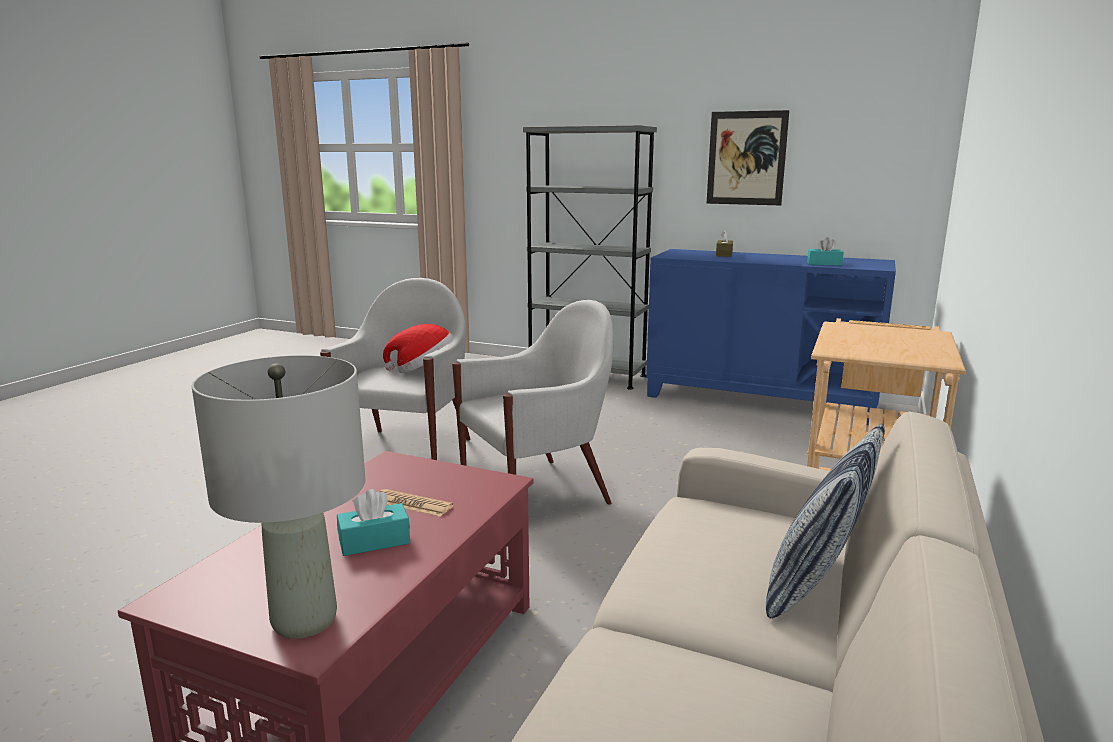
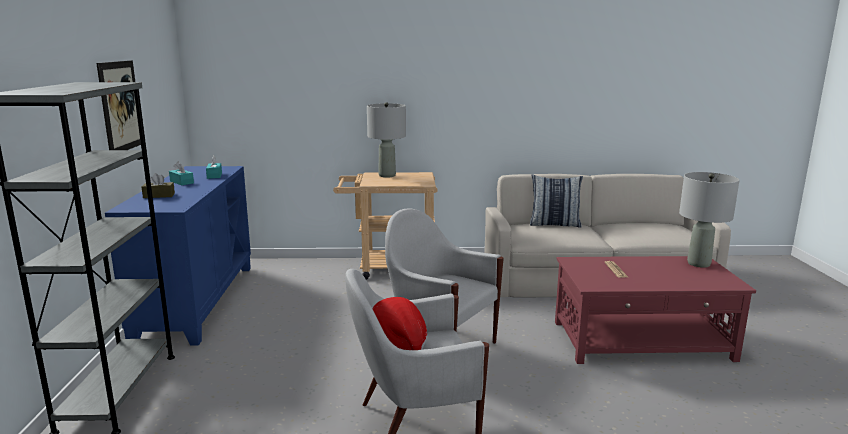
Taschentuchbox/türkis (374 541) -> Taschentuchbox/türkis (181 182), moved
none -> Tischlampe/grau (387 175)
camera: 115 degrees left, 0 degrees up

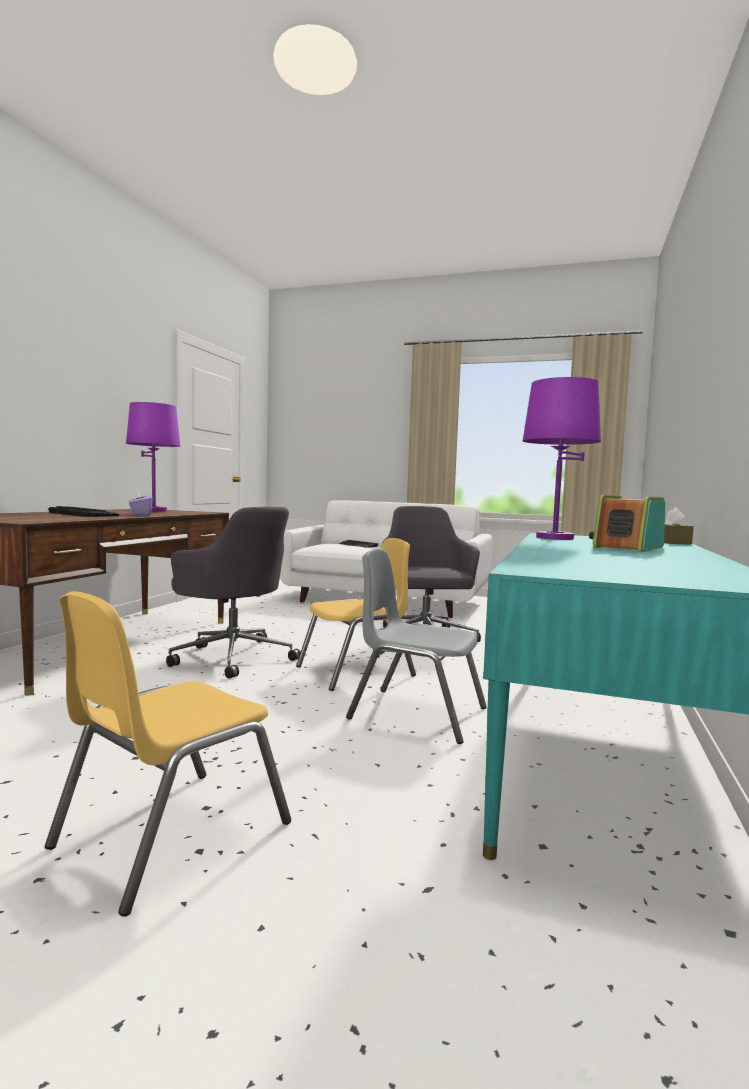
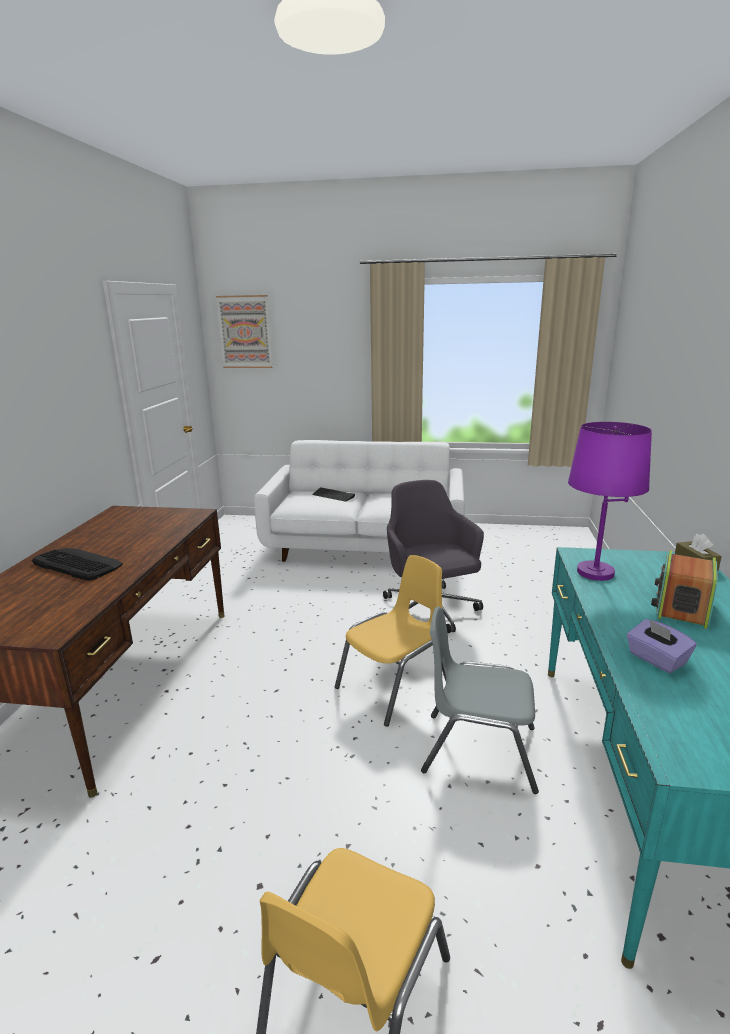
none -> Bild (245 332)
Taschentuchbox/lila (140 515) -> Taschentuchbox/lila (656 659), moved
Tischlampe/lila (153 511) -> none
Bürostuhl/grau (232 656) -> none
camera: 10 degrees left, 15 degrees up

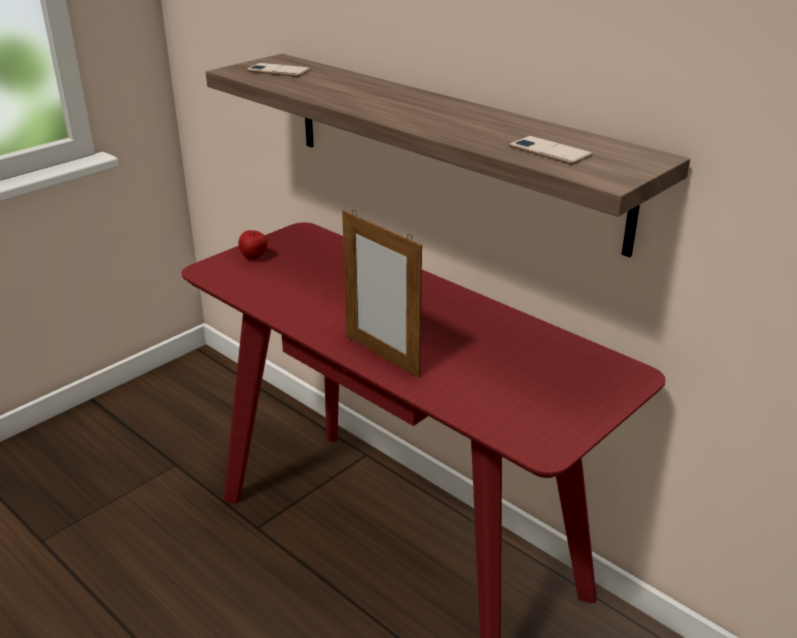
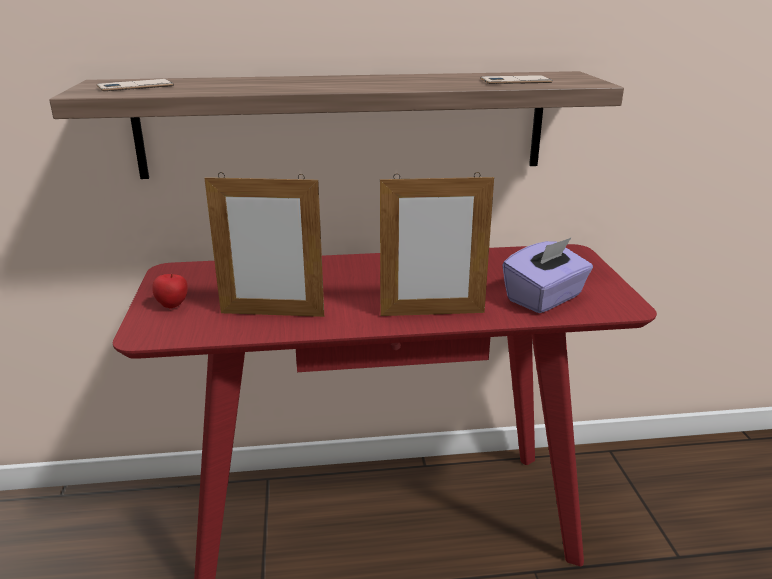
none -> Bilderrahmen (272 314)
none -> Taschentuchbox/lila (545 298)
camera: 50 degrees left, 5 degrees down

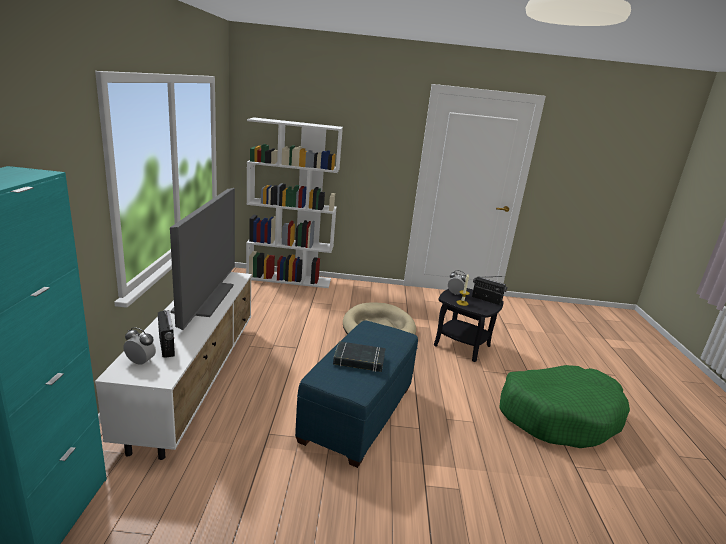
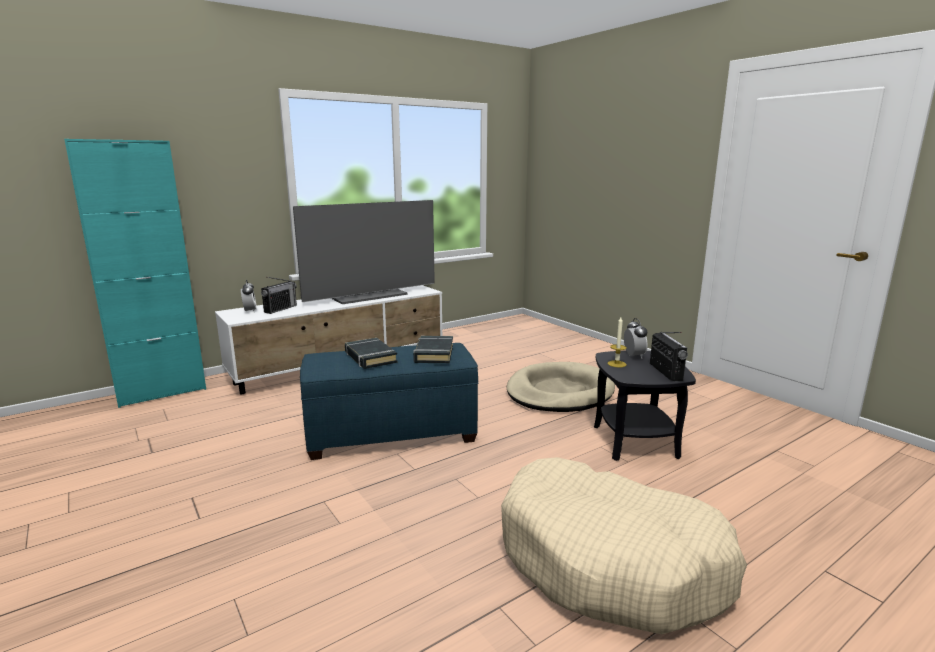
none -> Buch/schwarz (433 354)
Hundebett/grün (558 415) -> Hundebett/beige (610 561)
Bücherregal/weiß (289 279) -> none
camera: 55 degrees right, 5 degrees down

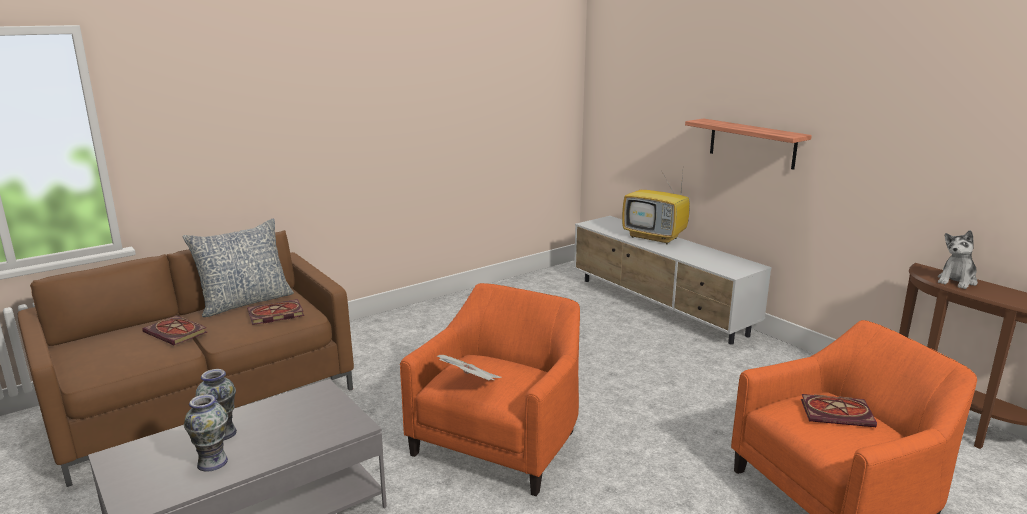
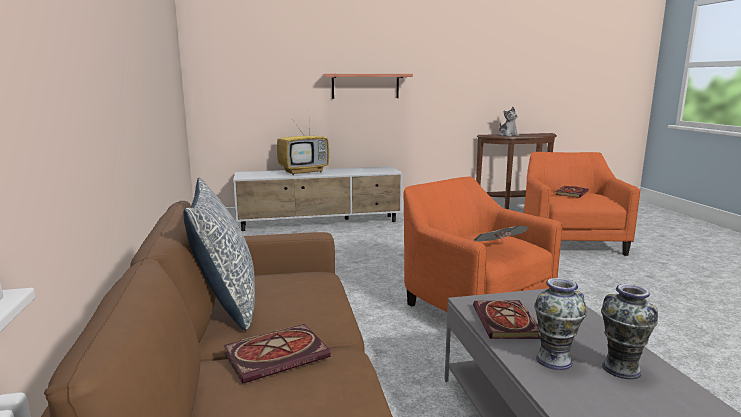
Buch (274 315) -> Buch (507 323), moved
camera: 65 degrees left, 5 degrees down

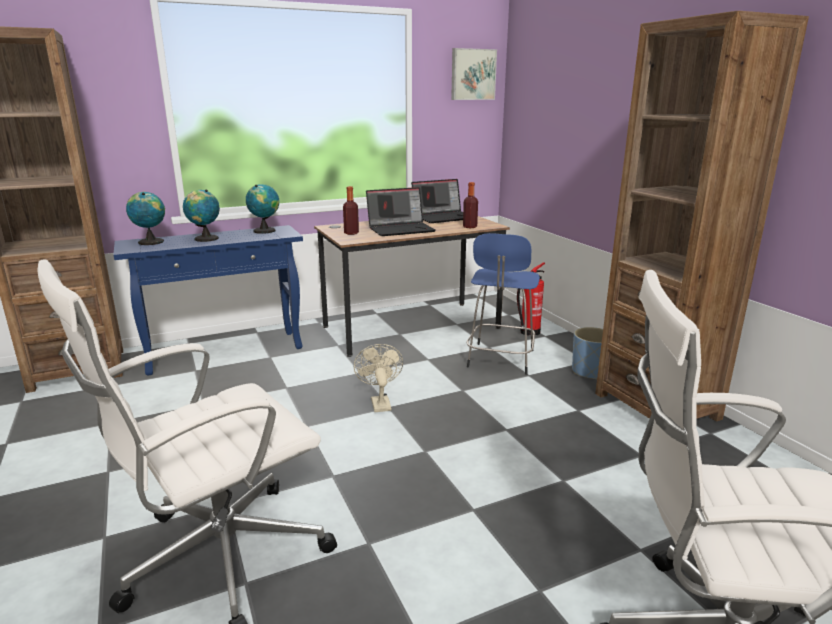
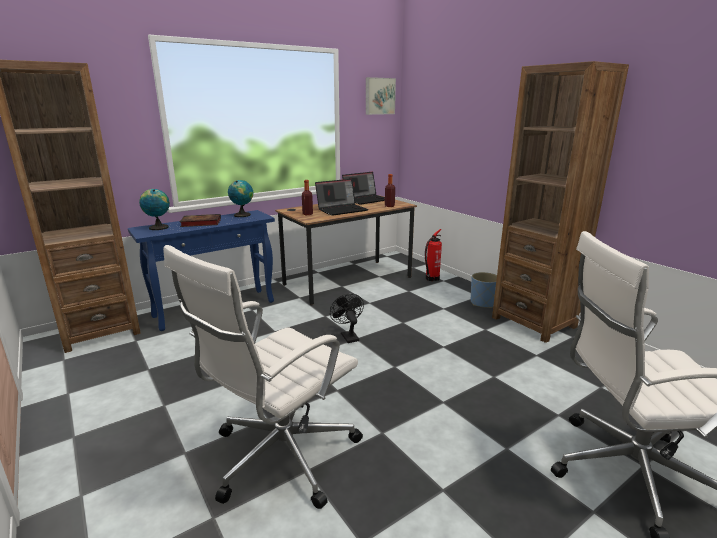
Globus (204 239) -> Buch (200 223)
Ventilator/beige (379 402) -> Ventilator/schwarz (348 336)
Hocker/blau (500 359) -> none
camera: 10 degrees left, 0 degrees up

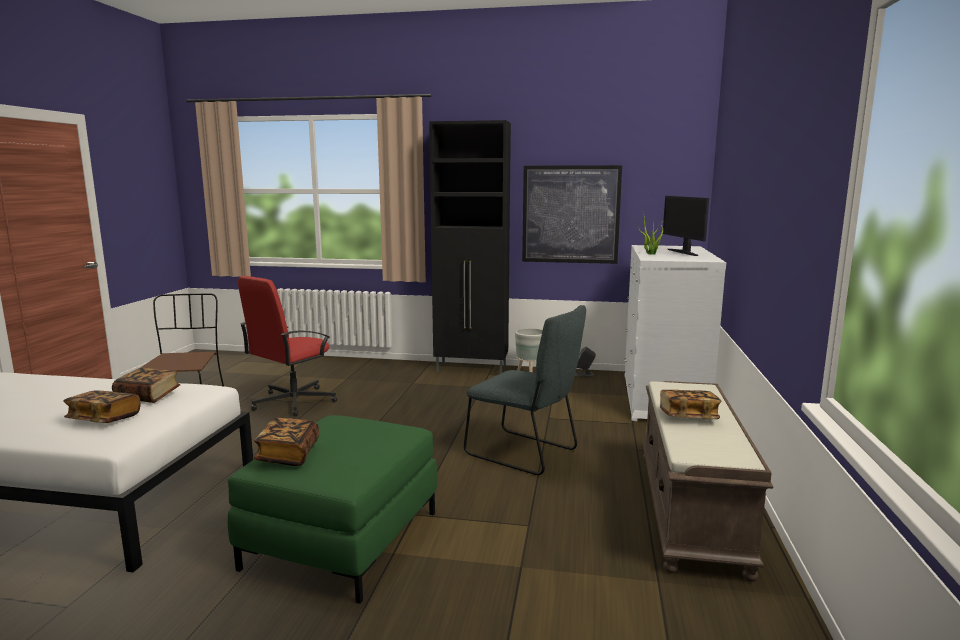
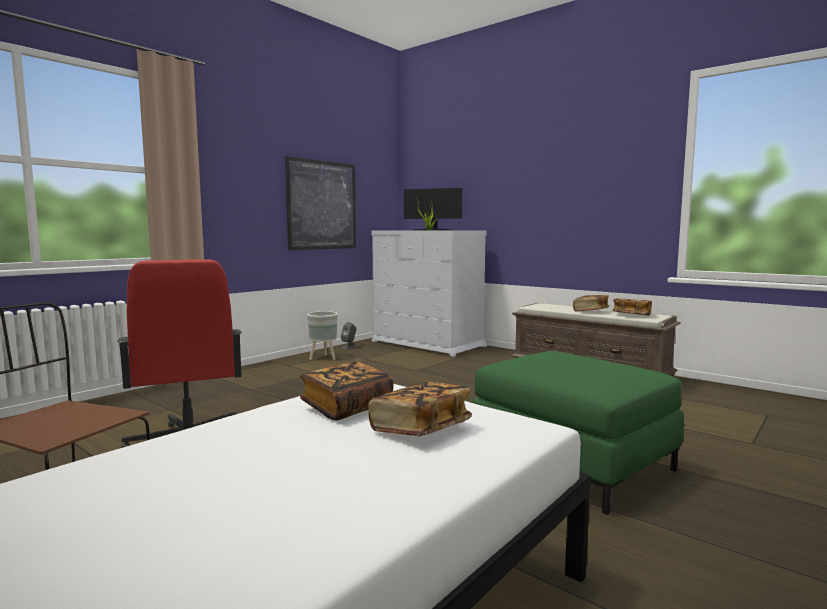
Buch (288 455) -> Buch (631 315), moved
Schrank/schwarz (472 369) -> none
Stuhl/grau (525 453) -> none
camera: 60 degrees left, 5 degrees down

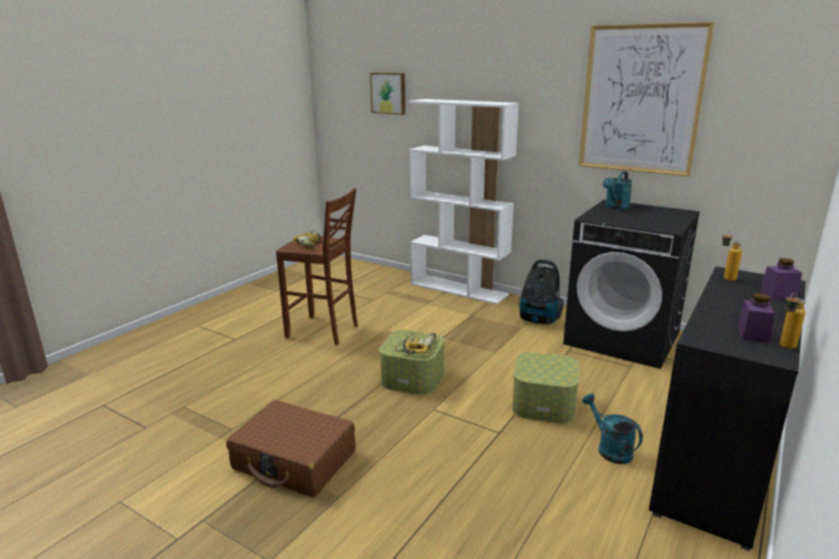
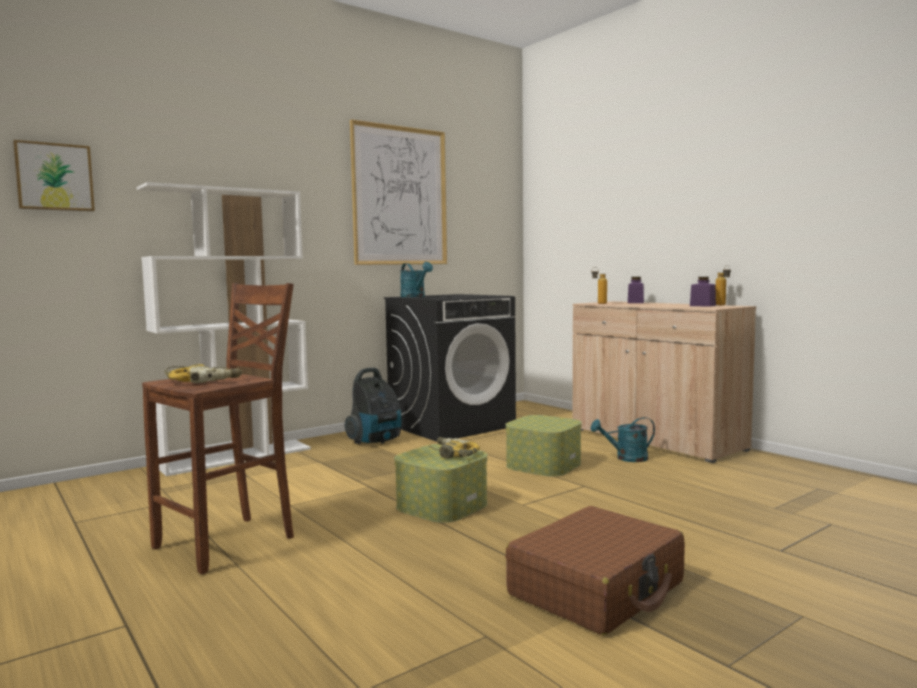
Schrank/schwarz (714 464) -> Schrank/beige (655 439)
camera: 70 degrees left, 15 degrees down

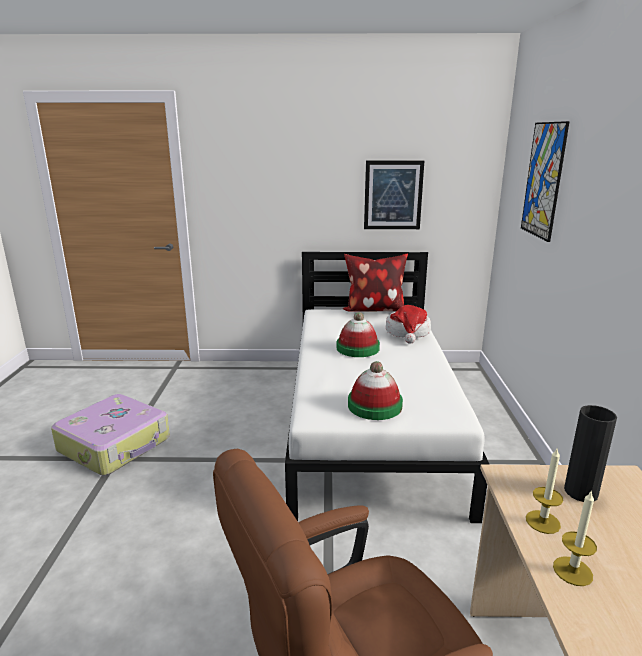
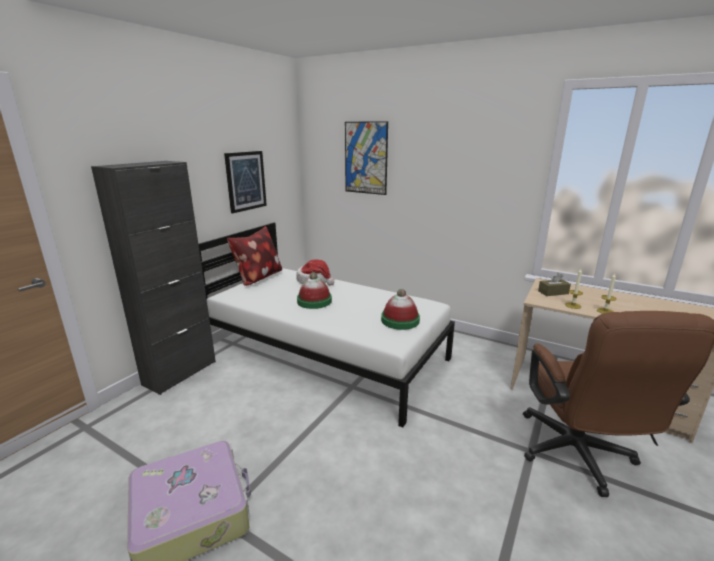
none -> Schrank/schwarz (180 373)
Vase/schwarz (581 492) -> Taschentuchbox/braun (553 292)
camera: 60 degrees left, 0 degrees up

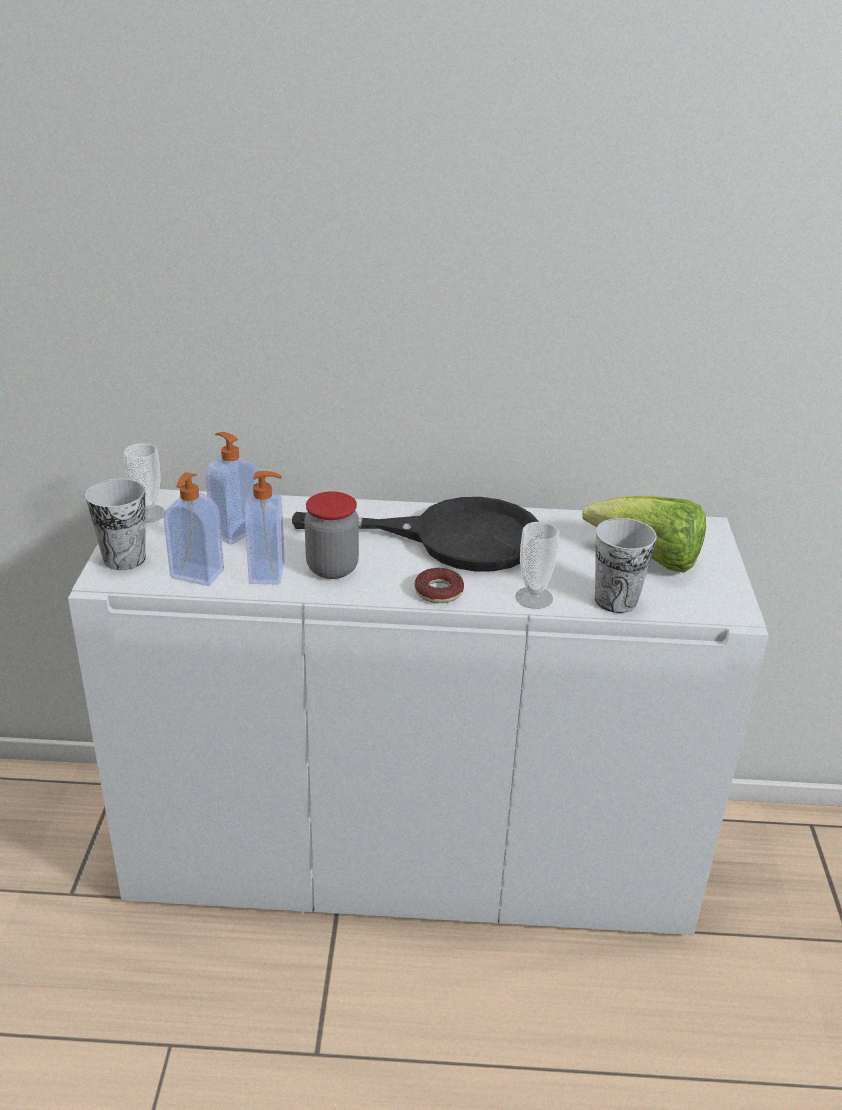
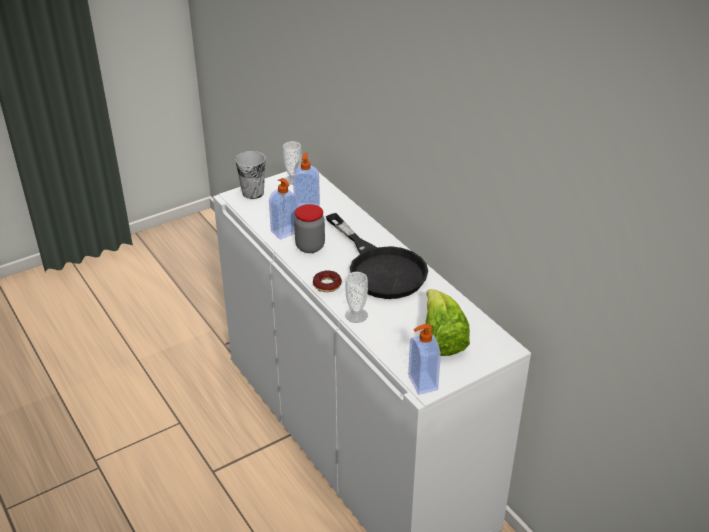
Seifenspender (196 575) -> Seifenspender (421 383), moved
Tasse (616 600) -> none
camera: 55 degrees right, 5 degrees up

